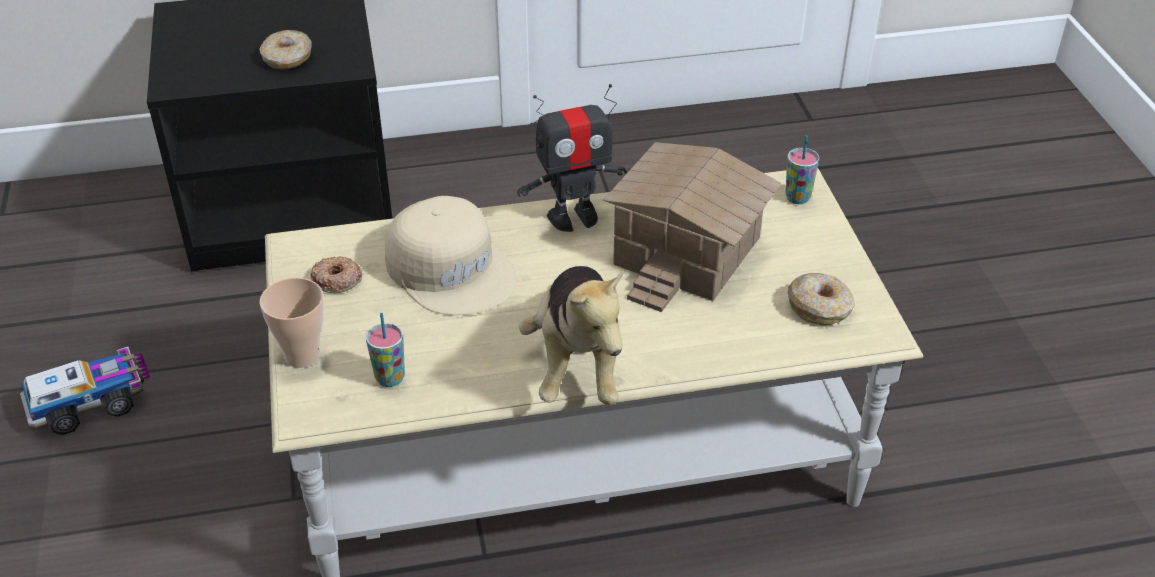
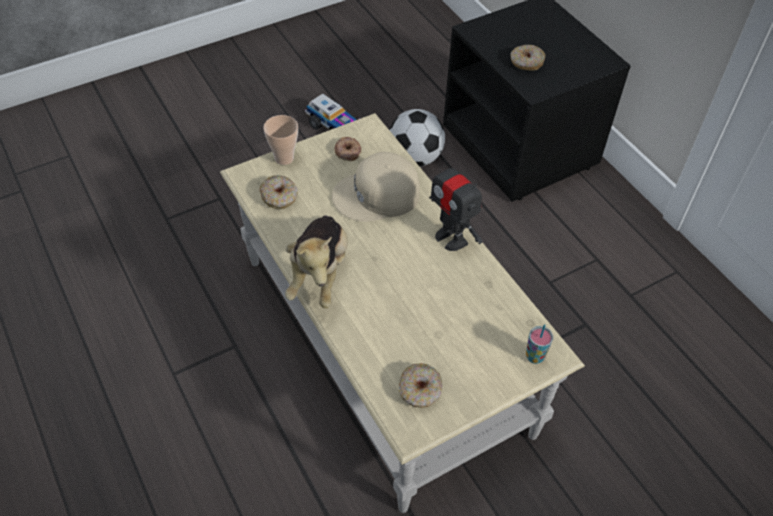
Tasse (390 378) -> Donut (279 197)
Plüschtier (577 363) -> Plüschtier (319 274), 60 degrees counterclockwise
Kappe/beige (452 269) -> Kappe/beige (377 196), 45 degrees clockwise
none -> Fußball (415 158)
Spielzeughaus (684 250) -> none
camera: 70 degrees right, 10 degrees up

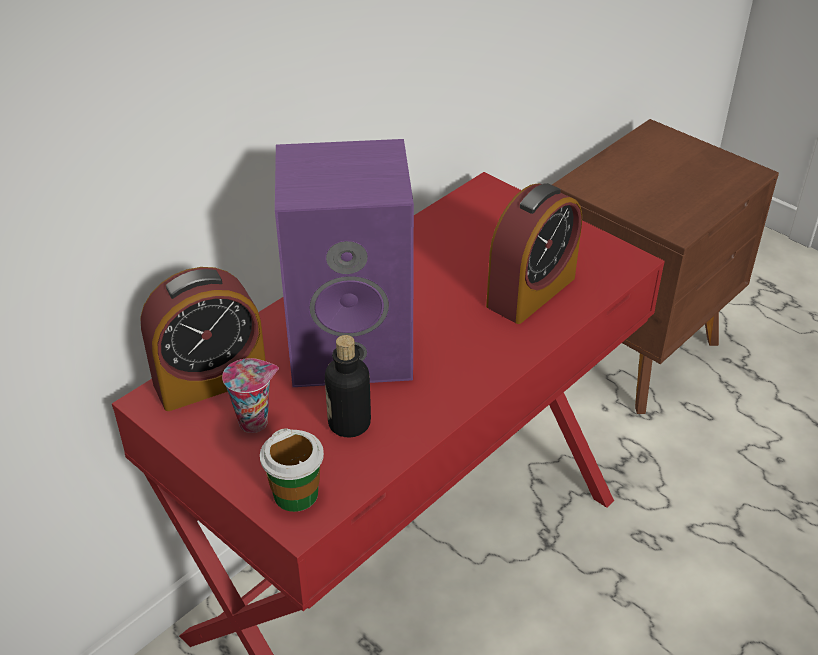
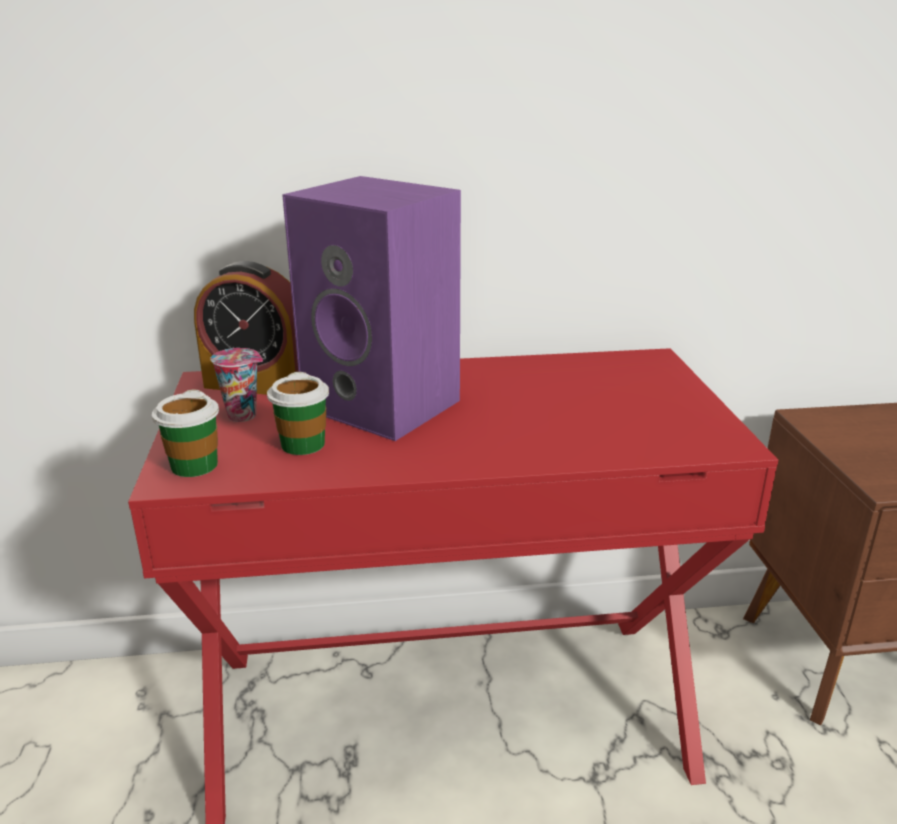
Flasche (349 423) -> Tasse (303 444)
Wecker (531 291) -> none
camera: 40 degrees right, 15 degrees down

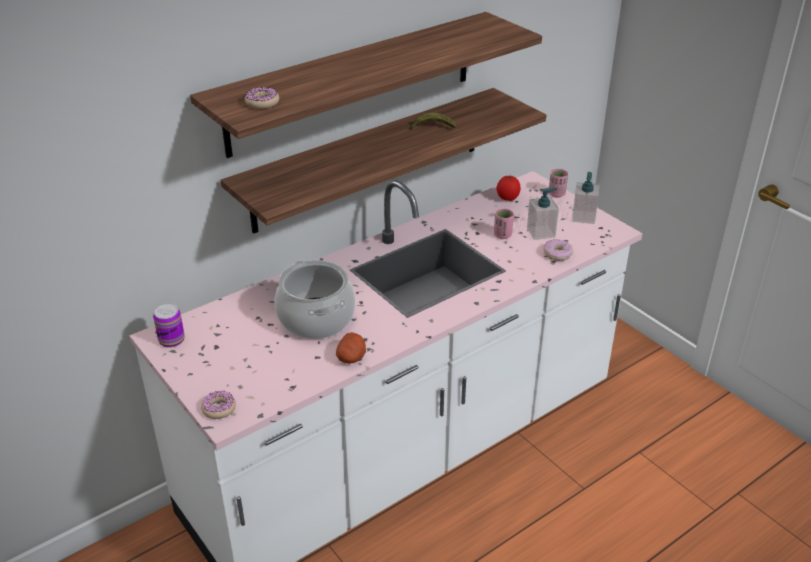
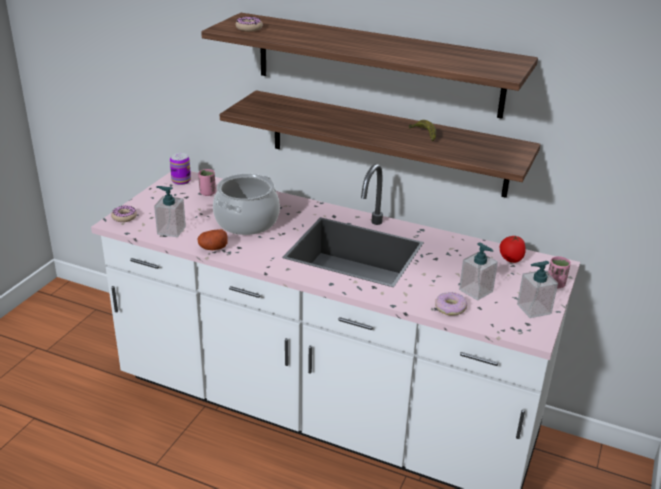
none -> Seifenspender (171 230)
Tasse/rosa (502 235) -> Tasse/rosa (207 193), moved
camera: 60 degrees right, 5 degrees down

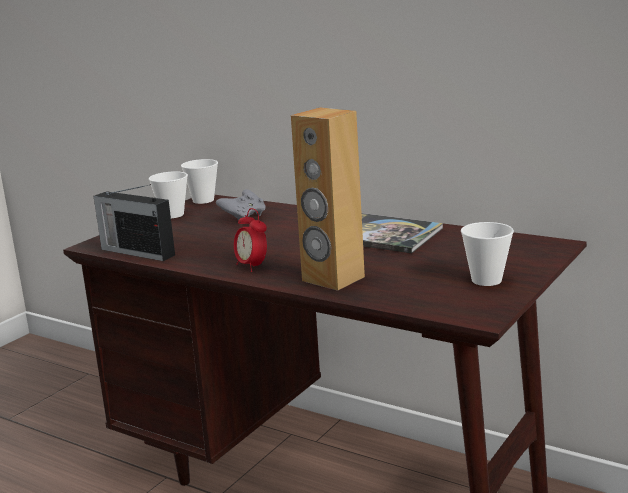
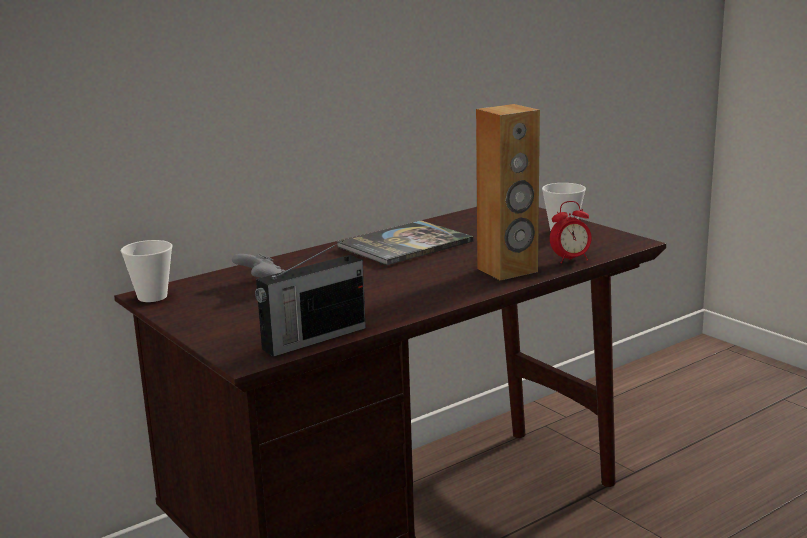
Wecker (252 266) -> Wecker (570 260), moved
Tasse (172 215) -> none
camera: 70 degrees left, 0 degrees up

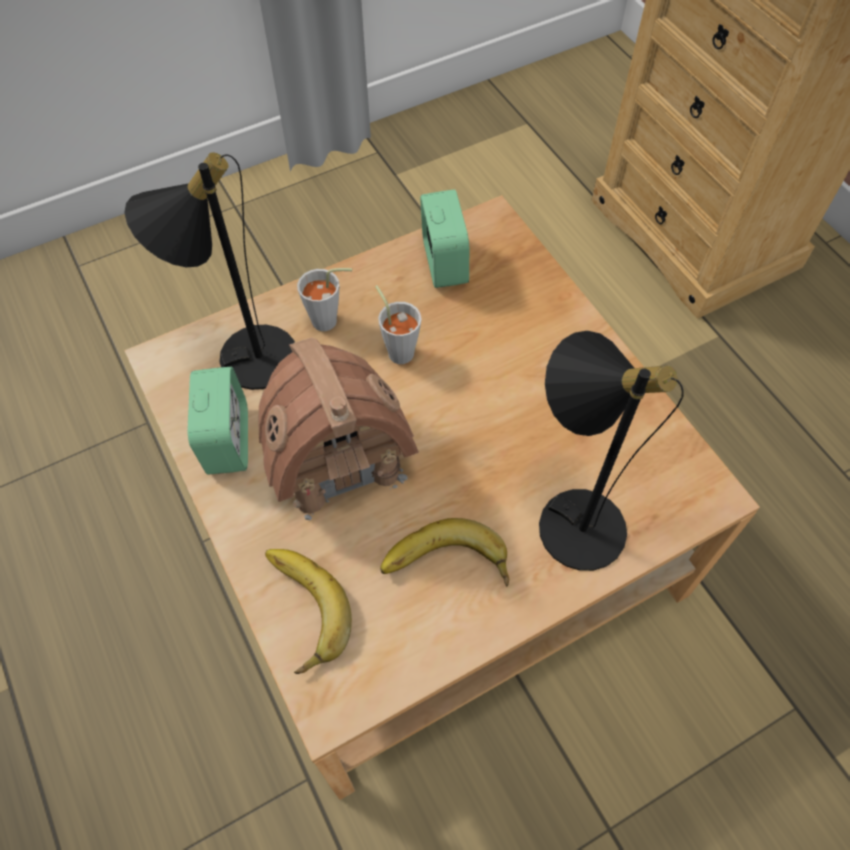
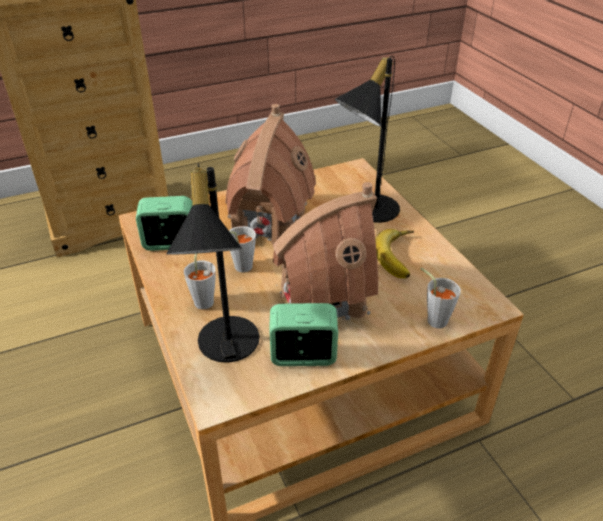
none -> Spielzeughaus (268 221)
Banane (298 610) -> Tasse/grau (433 318)
camera: 85 degrees left, 20 degrees down

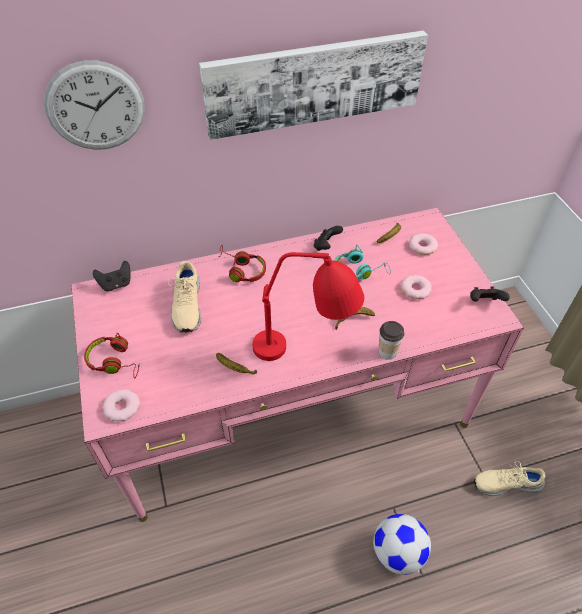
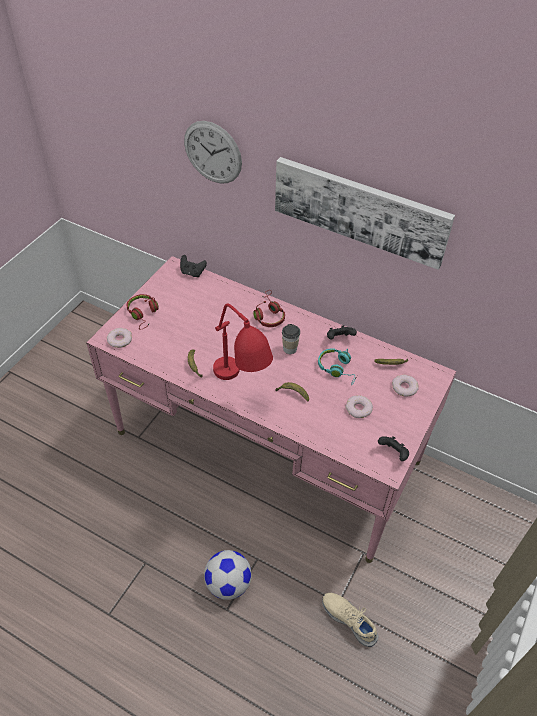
Tasse (387 352) -> Tasse (290 349), moved
Schuh/beige (186 305) -> none
camera: 45 degrees right, 0 degrees up

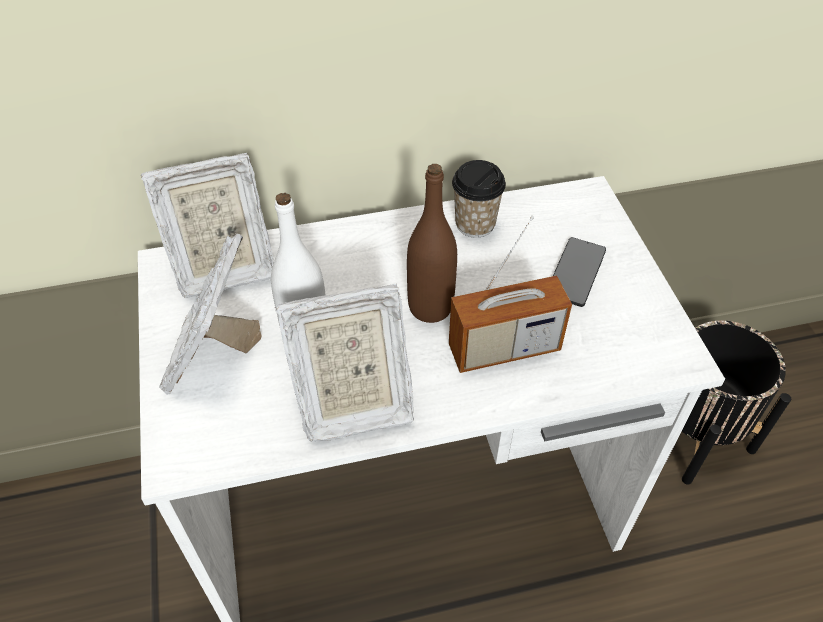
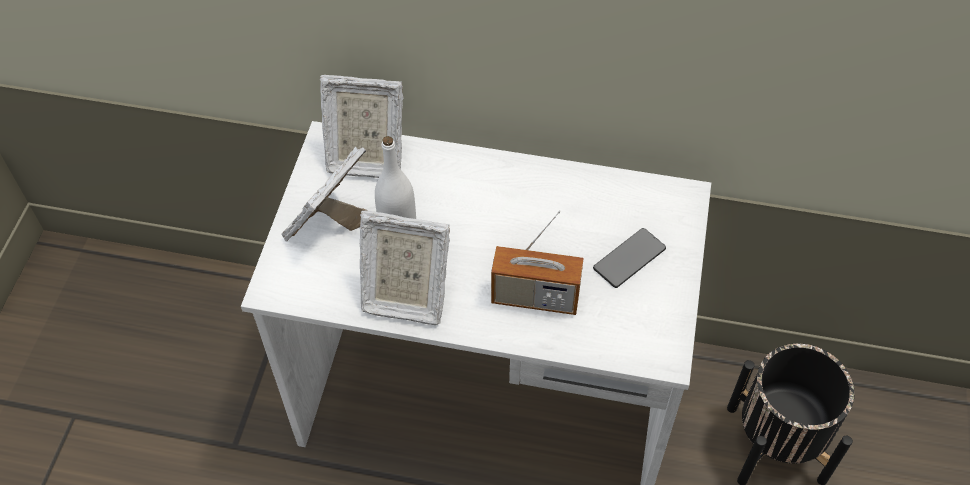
Flasche/braun (430 307) -> none
Tasse (475 224) -> none
camera: 25 degrees right, 5 degrees up

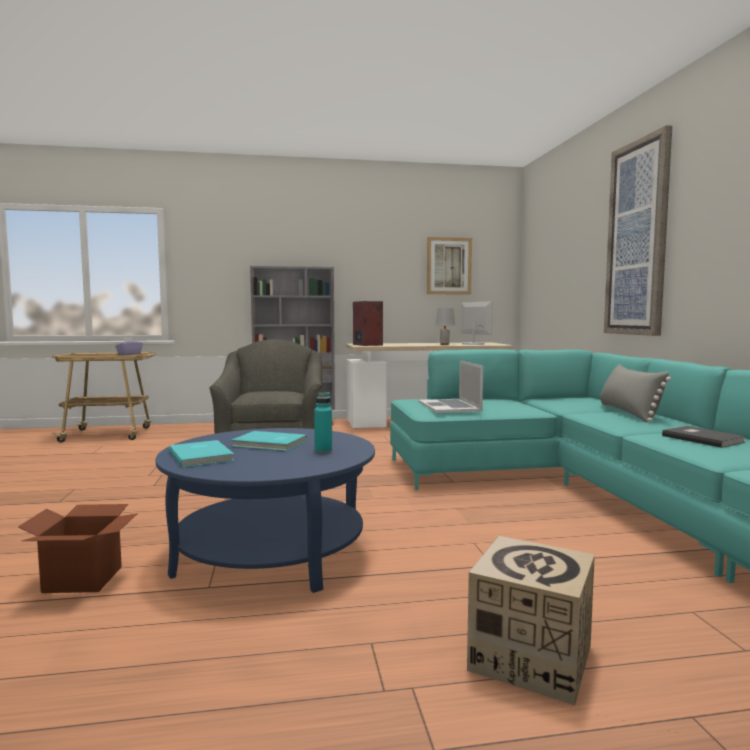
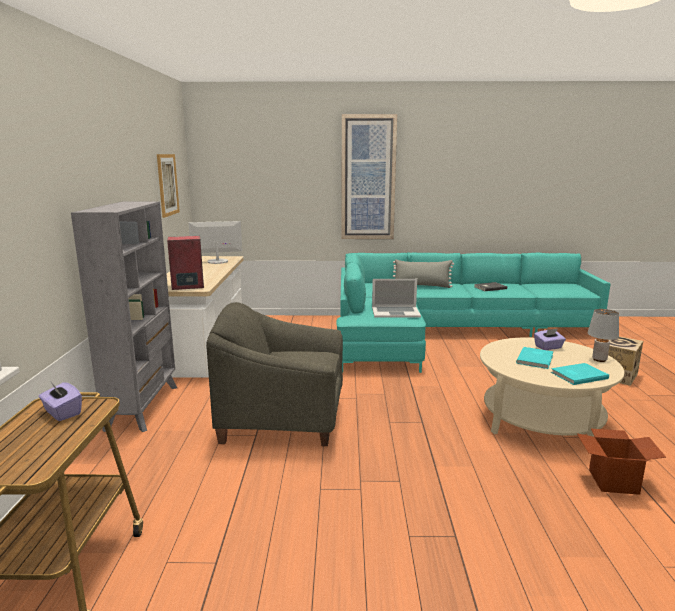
Couchtisch/blau (271 551) -> Couchtisch/beige (541 420)
Flasche/türkis (323 451) -> Taschentuchbox/lila (548 347)
Tischlampe/grau (444 344) -> Tischlampe/grau (599 359), moved
camera: 80 degrees left, 10 degrees up

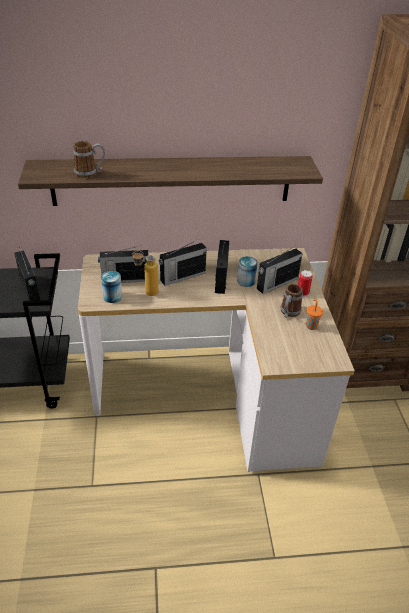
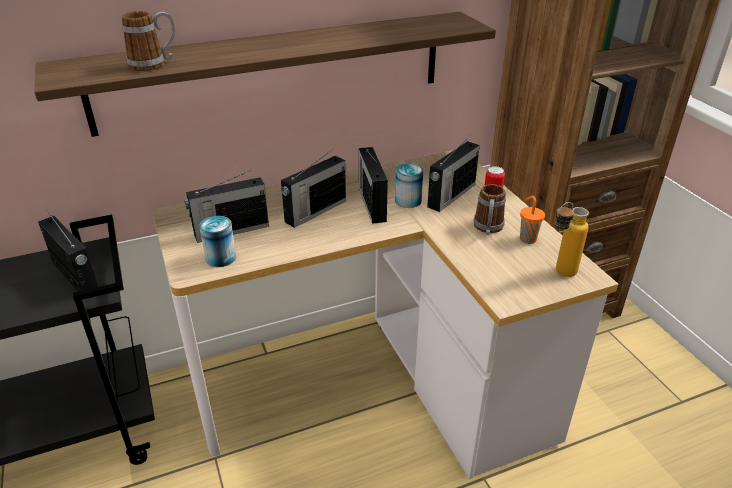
Flasche (146 293) -> Flasche (559 274), moved
camera: 15 degrees left, 5 degrees down

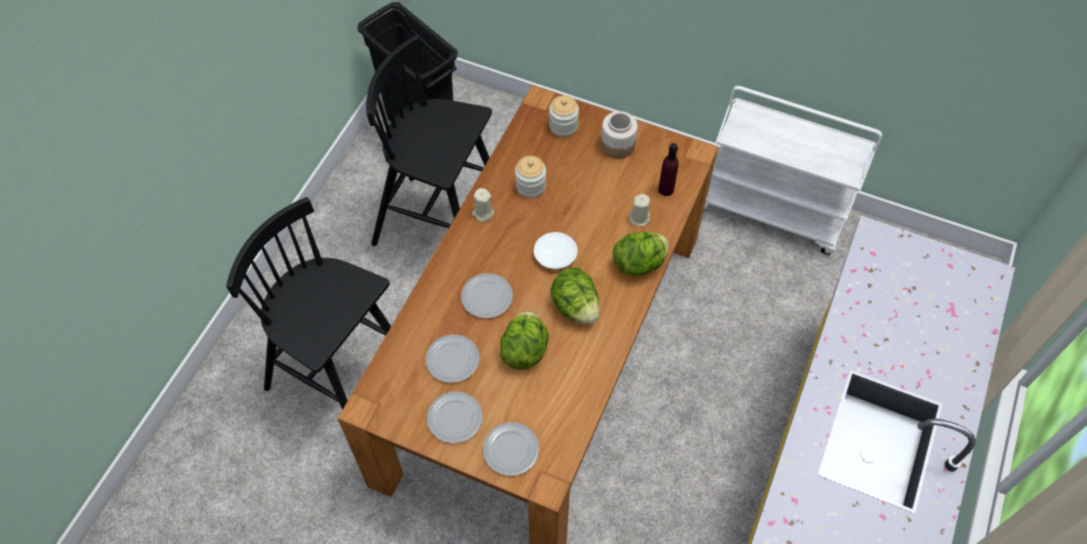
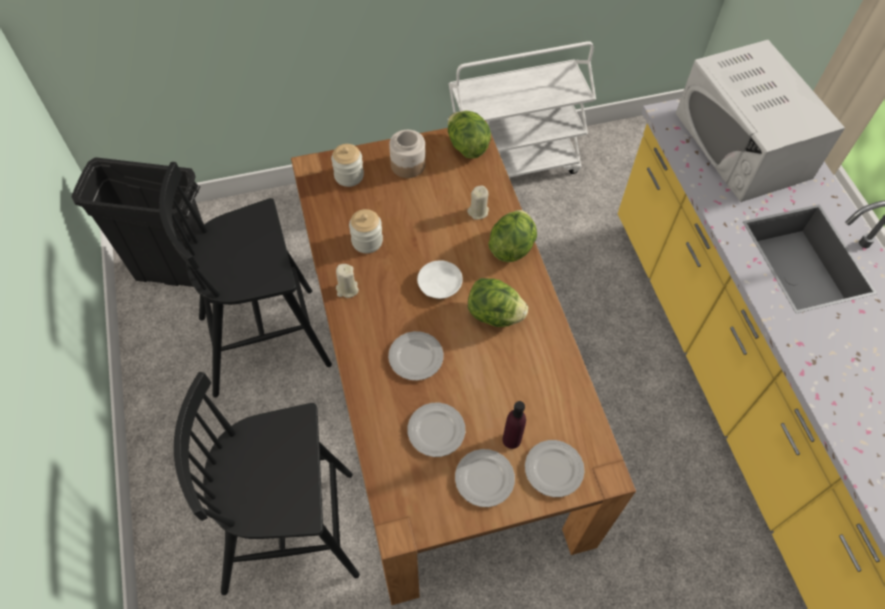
Salatkopf (525 349) -> Salatkopf (466 146), moved
Flasche/lila (666 189) -> Flasche/lila (511 439), moved
none -> Mikrowelle/weiß (742 145)
camera: 40 degrees left, 0 degrees up

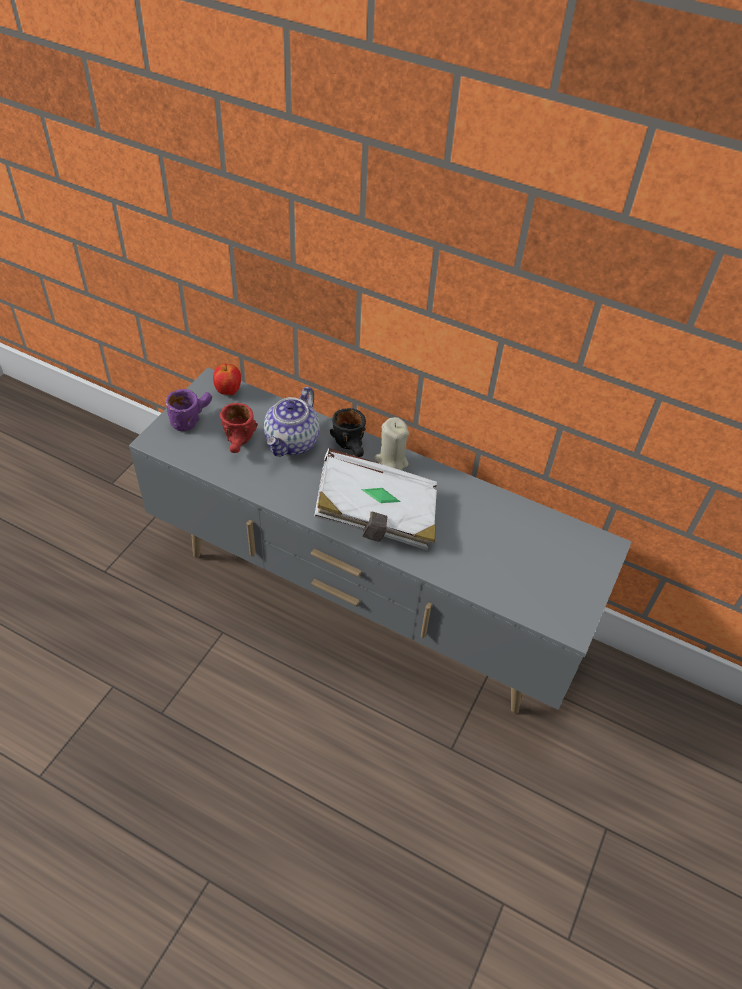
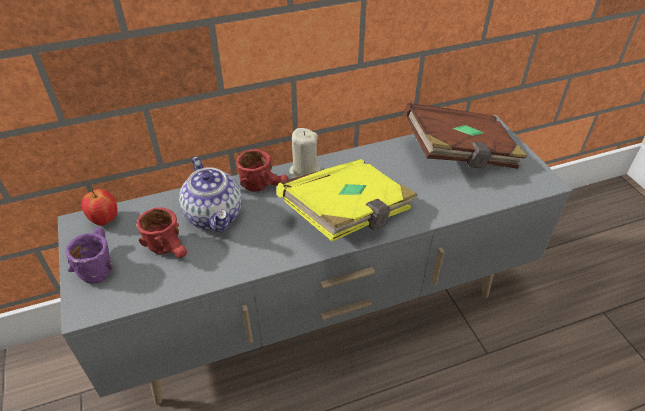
Henkelbecher/schwarz (353 447) -> Henkelbecher/rot (265 185)
Buch/weiß (376 517) -> Buch/gelb (349 216)
none -> Buch/braun (460 155)
camera: 45 degrees left, 5 degrees down

